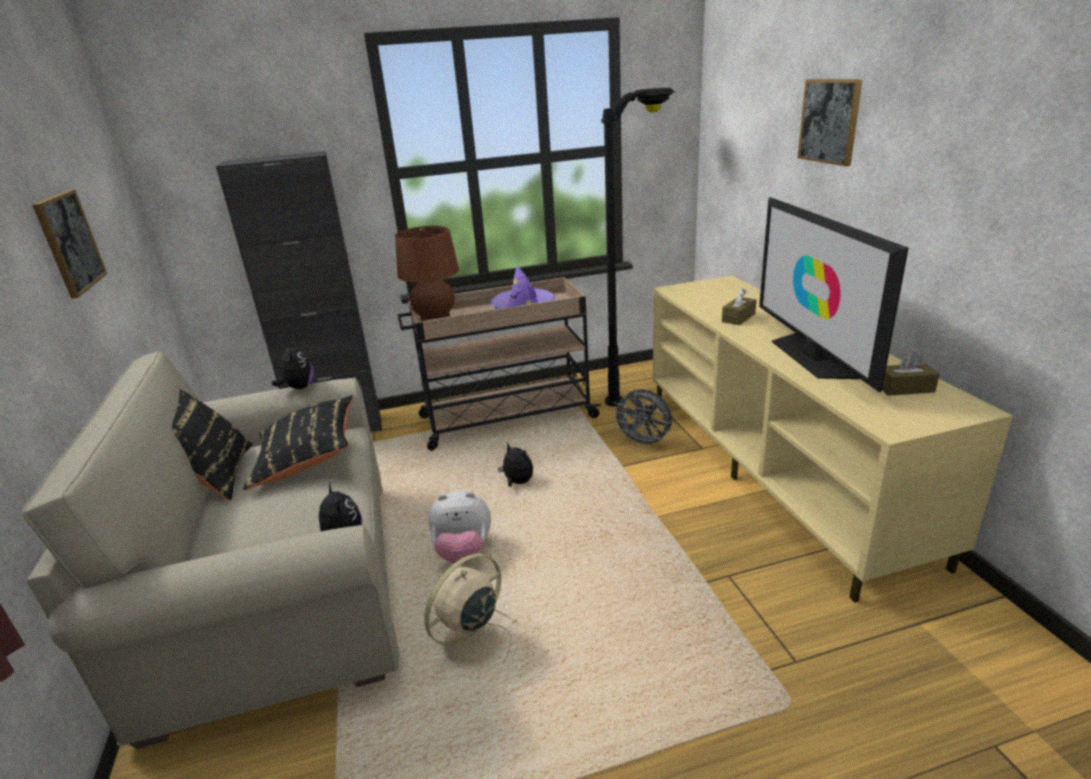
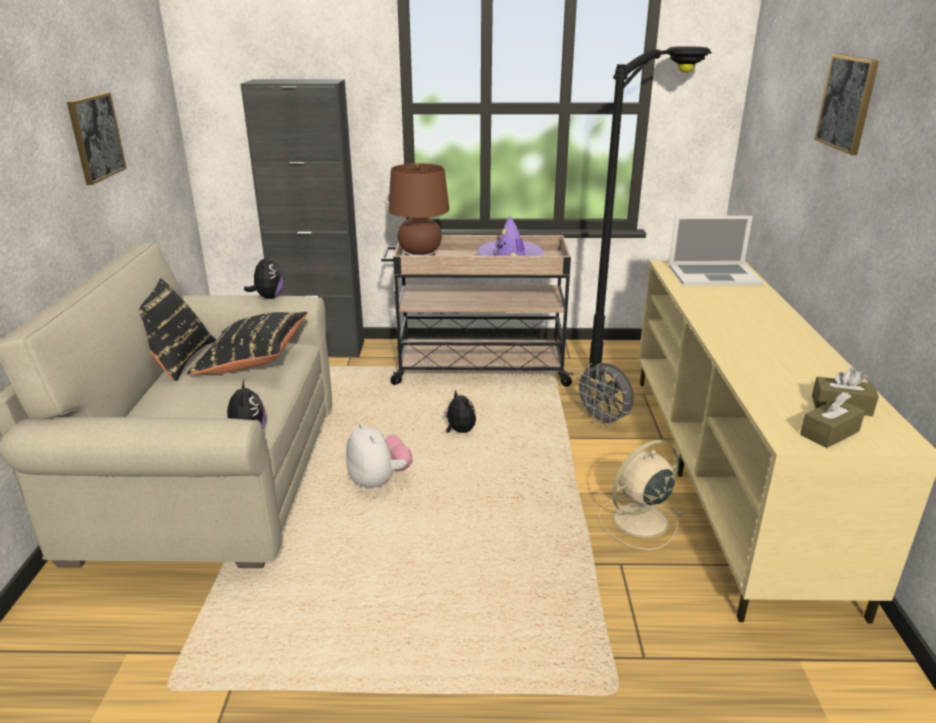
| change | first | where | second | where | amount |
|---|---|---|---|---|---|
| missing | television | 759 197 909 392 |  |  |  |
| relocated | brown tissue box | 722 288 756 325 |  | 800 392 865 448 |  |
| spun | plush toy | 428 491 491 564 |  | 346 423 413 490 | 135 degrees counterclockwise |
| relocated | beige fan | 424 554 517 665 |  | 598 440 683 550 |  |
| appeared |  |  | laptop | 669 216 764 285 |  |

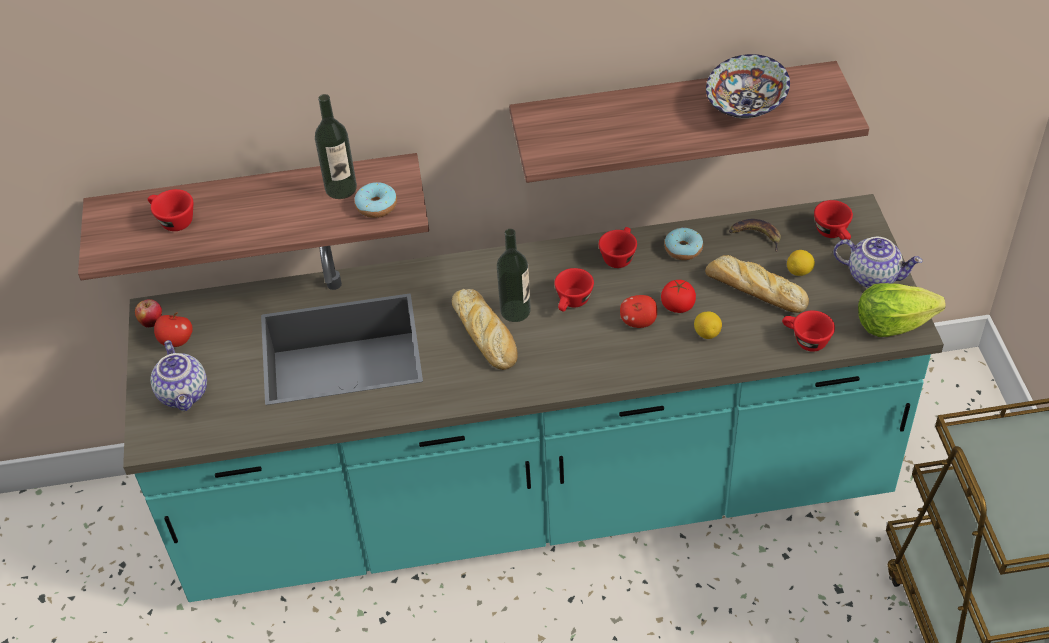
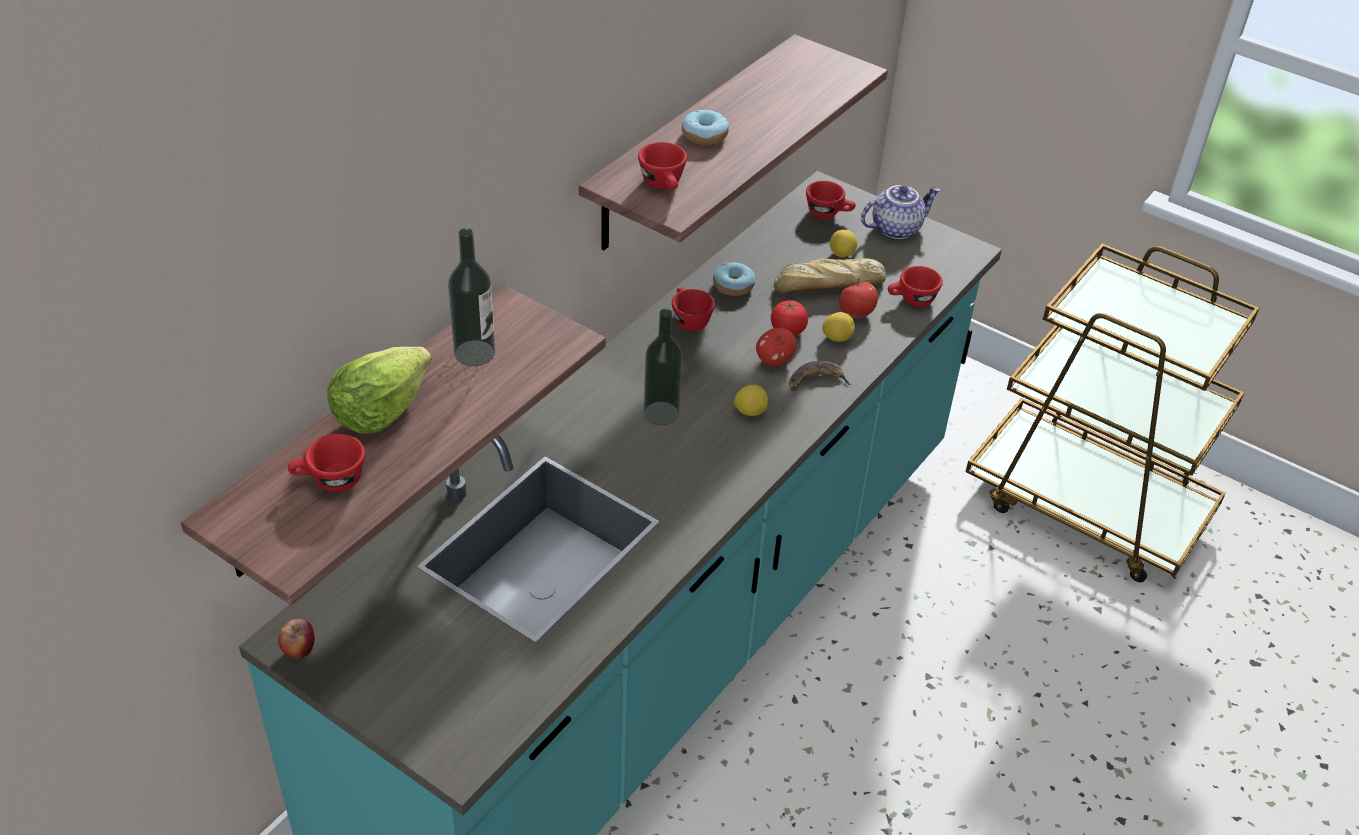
| change | first | where | second | where | amount |
|---|---|---|---|---|---|
| missing | bowl | 706 54 790 119 |  |  |  |
| relocated | donut | 355 182 397 218 |  | 682 110 729 145 |  |
| relocated | banana | 729 219 781 252 |  | 789 361 852 391 |  |
| relocated | red cup | 554 268 594 312 |  | 638 142 687 190 |  |
| relocated | lettuce | 858 283 946 337 |  | 327 347 432 434 |  |
| missing | bread | 452 289 518 370 |  |  |  |
| relocated | apple | 154 312 193 347 |  | 839 278 878 318 |  |
| missing | teapot | 150 340 207 411 |  |  |  |
| appeared |  |  | lemon | 734 385 768 416 |  |

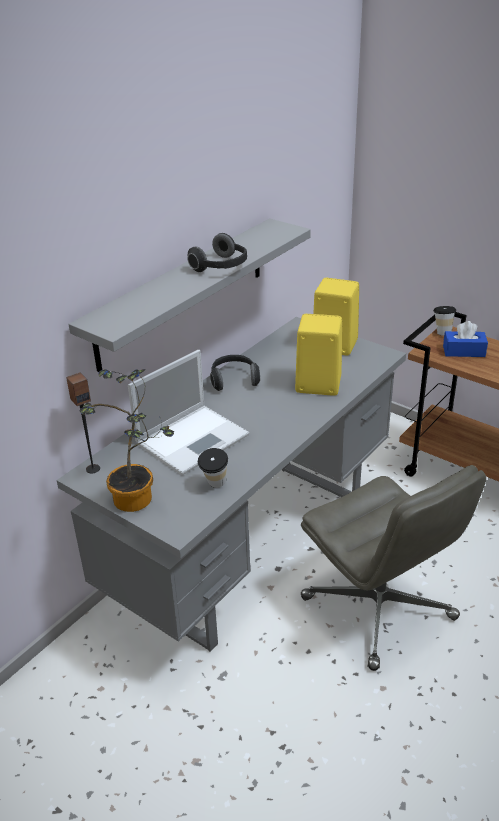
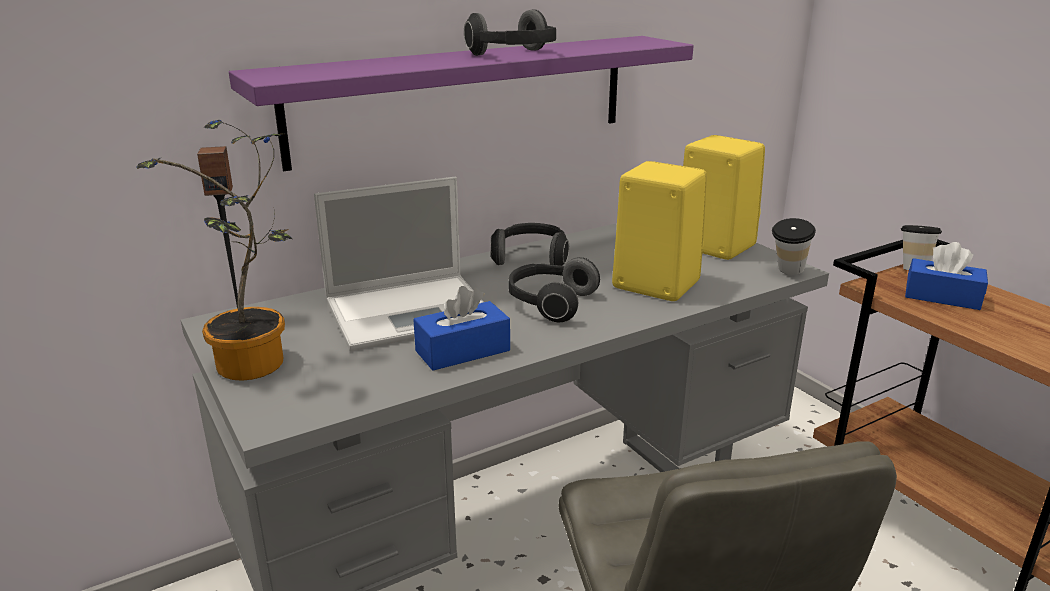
| change | first | where | second | where | amount |
|---|---|---|---|---|---|
| colour | grey shelf | 69 218 311 372 | purple shelf | 229 36 694 171 |  |
| relocated | cup | 198 448 228 488 |  | 772 218 816 275 |  |
| appeared |  |  | headphones | 508 257 600 322 |  |
| appeared |  |  | blue tissue box | 413 286 510 371 |  |

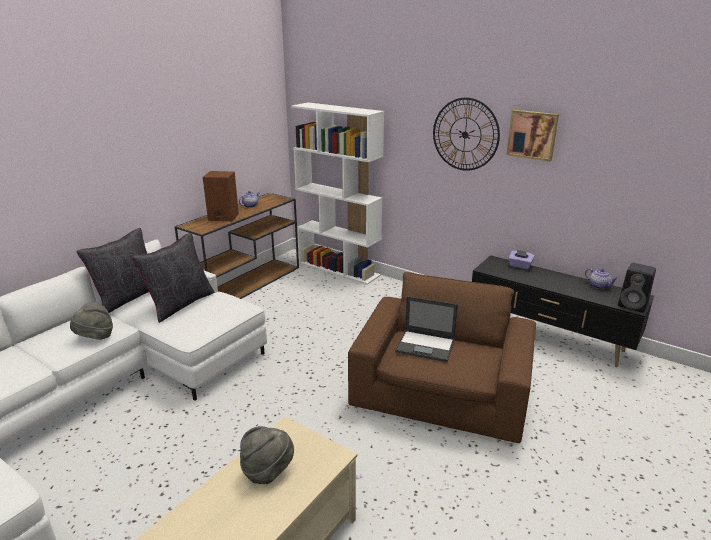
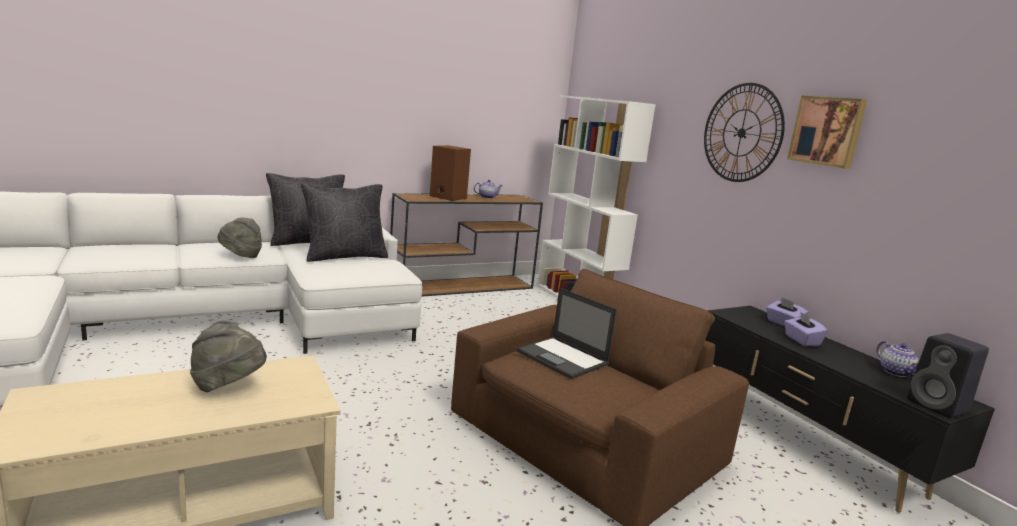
| change | first | where | second | where | amount |
|---|---|---|---|---|---|
| appeared |  |  | purple tissue box | 785 312 828 346 |  |

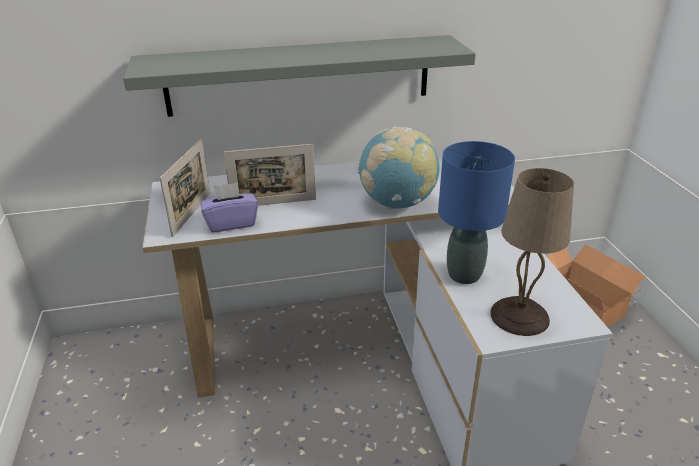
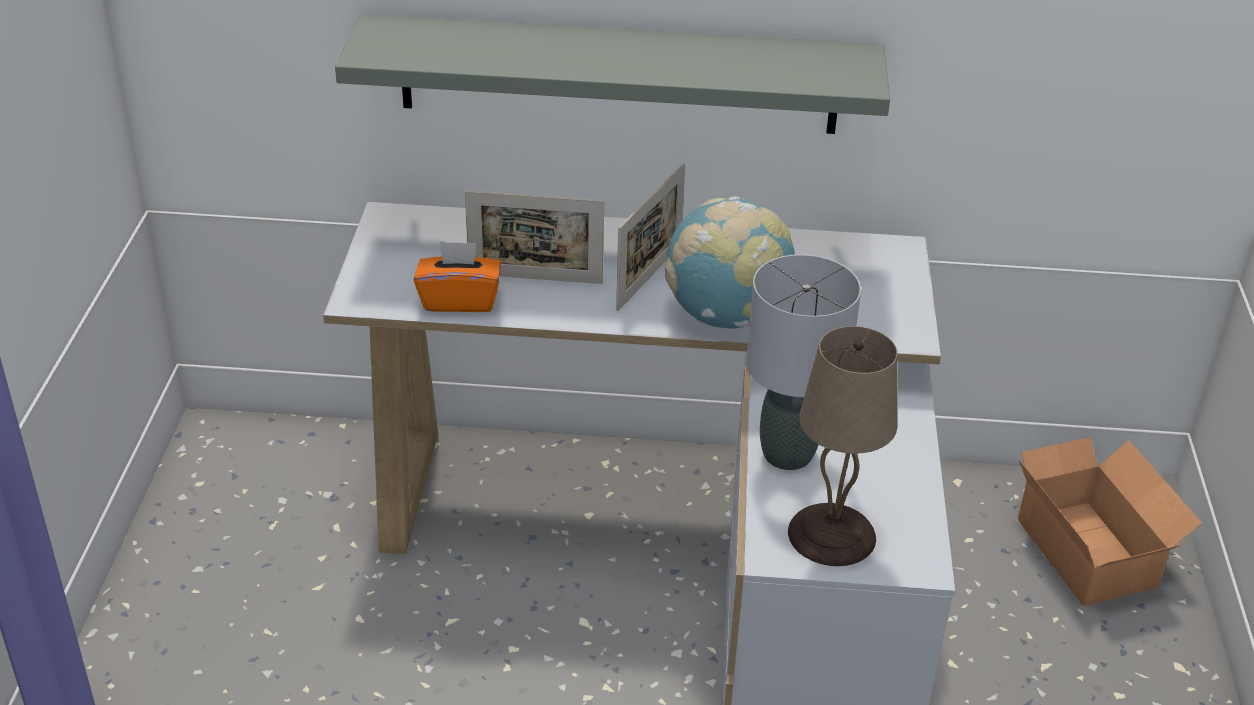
| change | first | where | second | where | amount |
|---|---|---|---|---|---|
| relocated | picture frame | 160 139 210 237 |  | 616 163 685 311 |  |
| colour | blue table lamp | 438 141 515 284 | grey table lamp | 746 254 861 470 |  |
| colour | purple tissue box | 200 183 258 233 | orange tissue box | 414 241 501 312 |  |

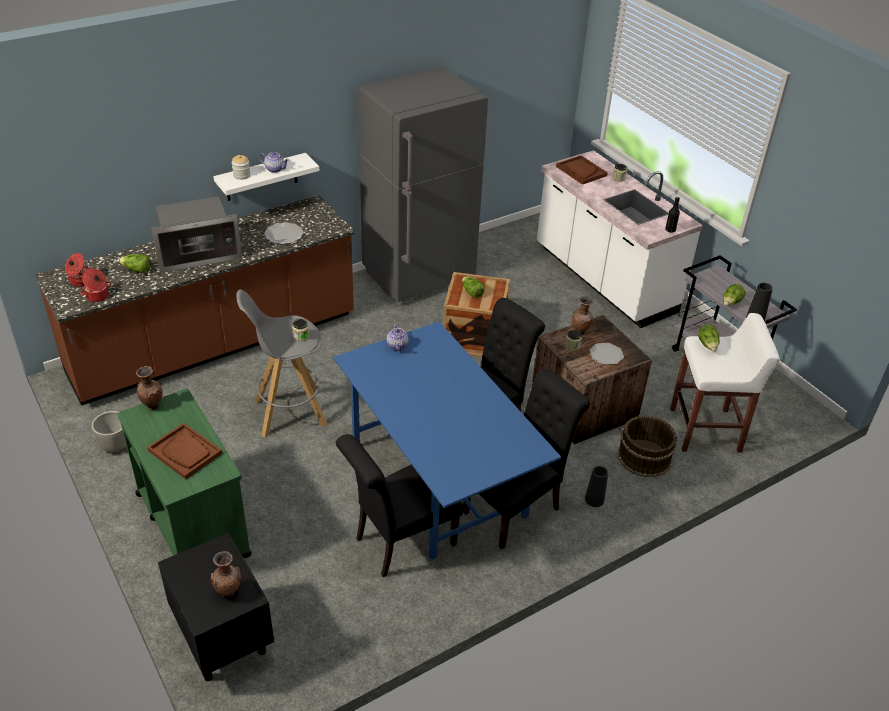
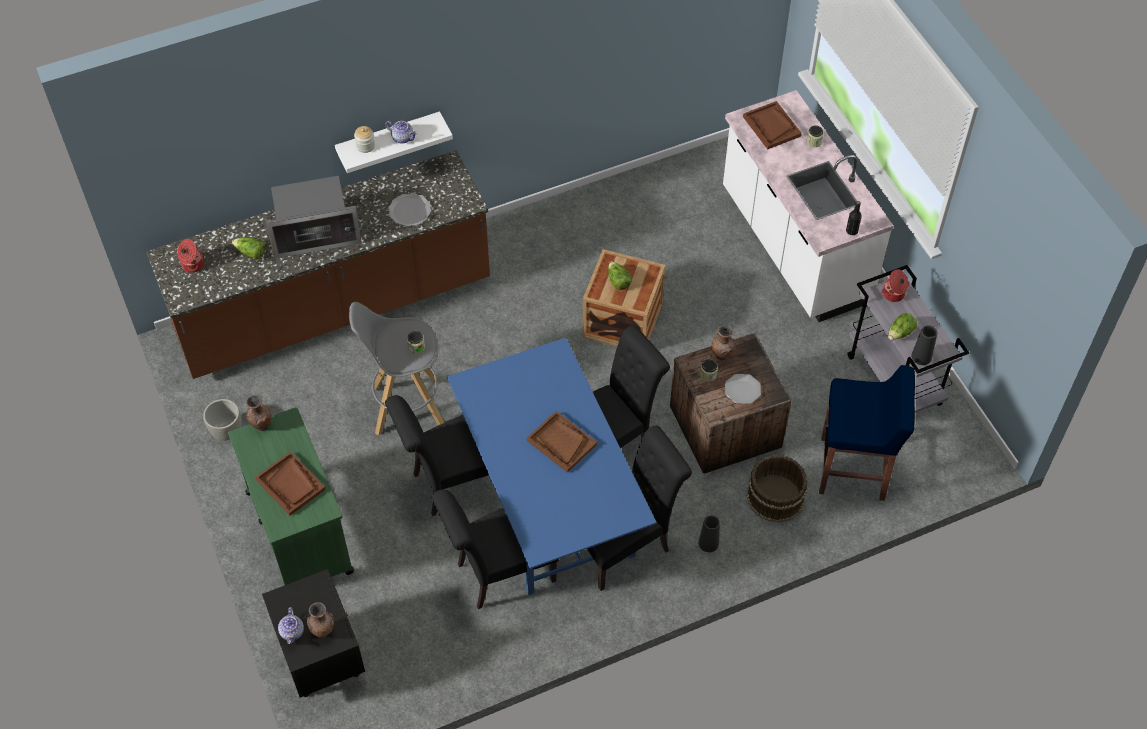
| change | first | where | second | where | amount |
|---|---|---|---|---|---|
| missing | grey fridge | 358 67 488 302 |  |  |  |
| relocated | cooking pot | 80 268 112 302 |  | 881 269 910 302 |  |
| colour | white stool | 670 313 780 452 | blue stool | 819 365 915 501 |  |
| relocated | teapot | 387 323 409 351 |  | 278 607 304 644 |  |
| missing | lettuce | 698 324 720 352 |  |  |  |
| appeared |  |  | black chair | 385 395 489 516 |  |
| appeared |  |  | brown tray | 527 411 597 473 |  |

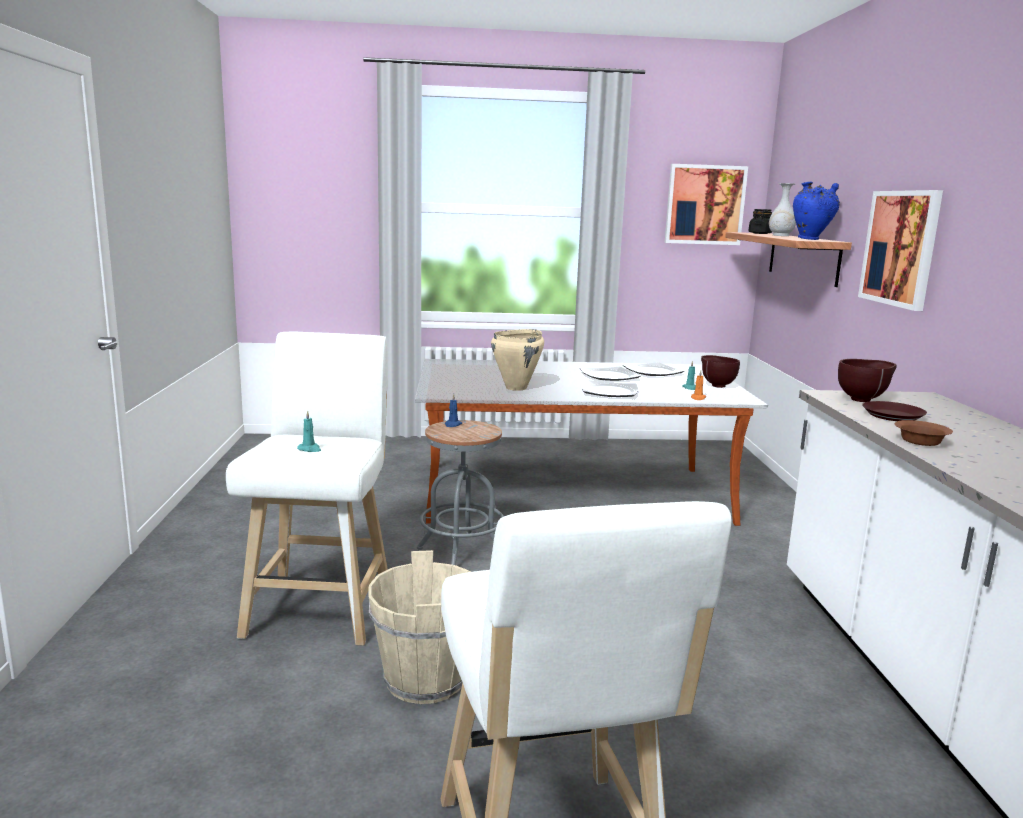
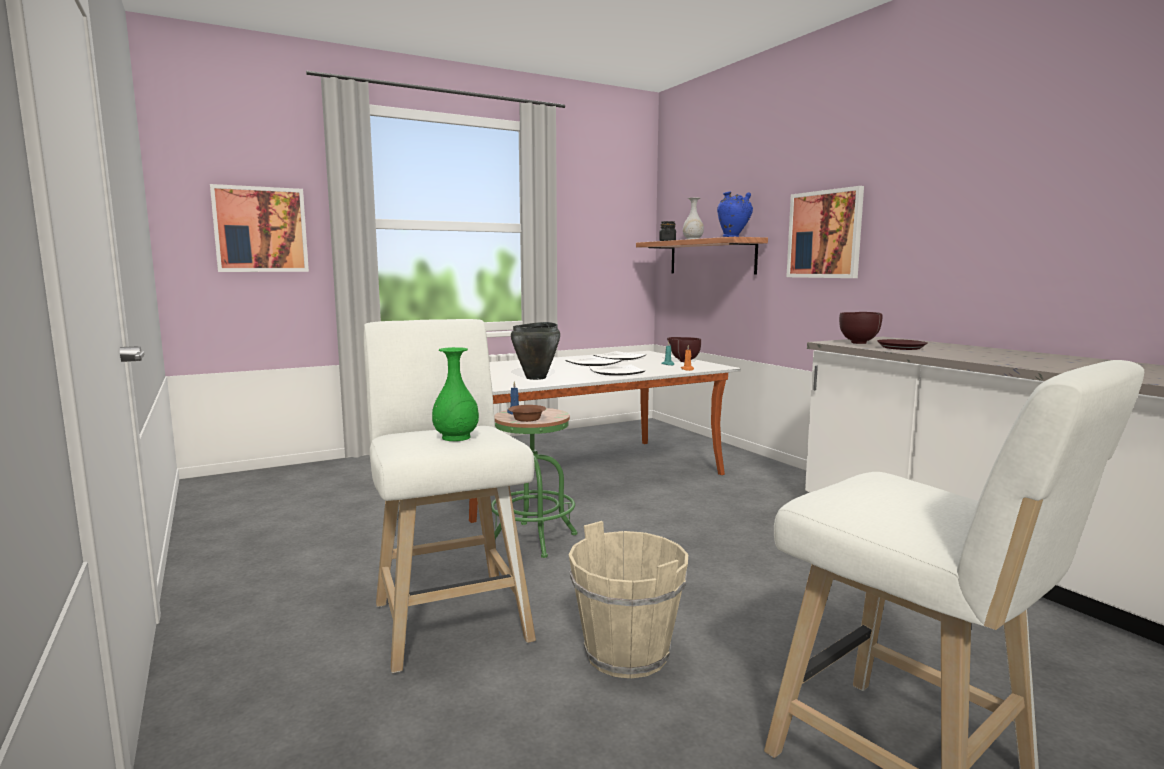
| change | first | where | second | where | amount |
|---|---|---|---|---|---|
| relocated | picture | 665 164 748 245 |  | 210 184 309 272 |  |
| colour | beige cooking pot | 491 329 544 391 | black cooking pot | 511 322 560 380 |  |
| exchanged | turquoise candle | 297 411 321 452 | green vase | 432 347 479 441 |  |
| colour | grey stool | 417 420 504 565 | green stool | 491 408 577 558 |  |
| relocated | brown bowl | 895 420 953 446 |  | 508 405 546 422 |  |

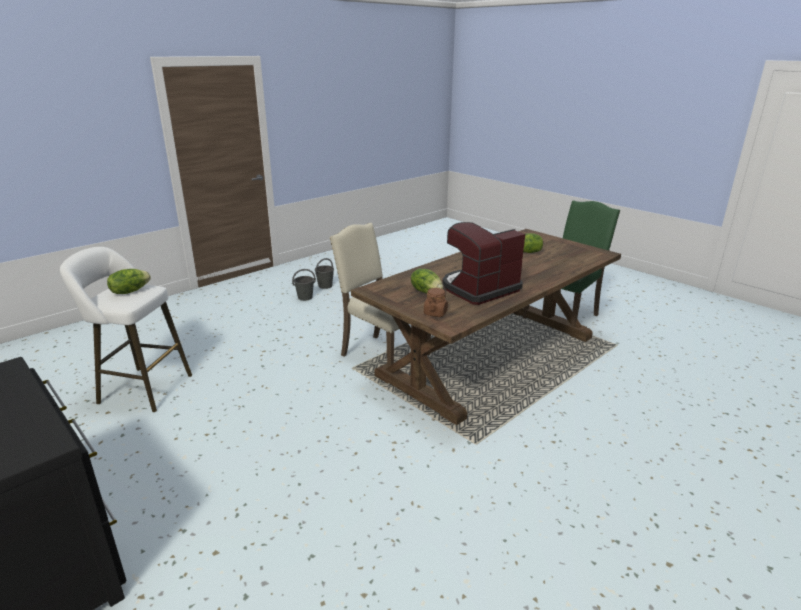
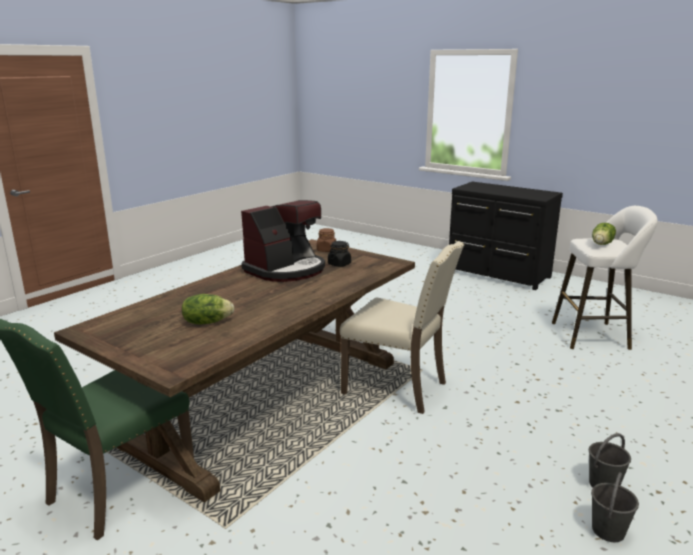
| change | first | where | second | where | amount |
|---|---|---|---|---|---|
| exchanged | lettuce | 411 268 443 294 | black jar | 328 241 351 267 |  |

